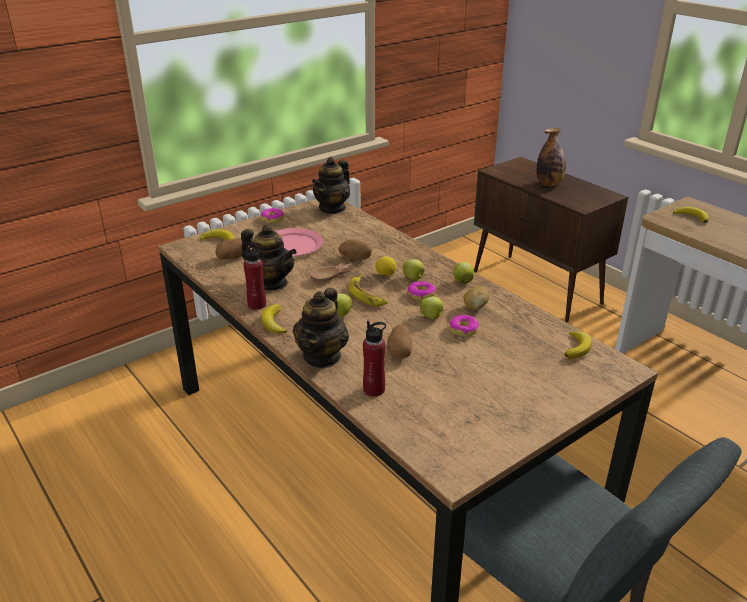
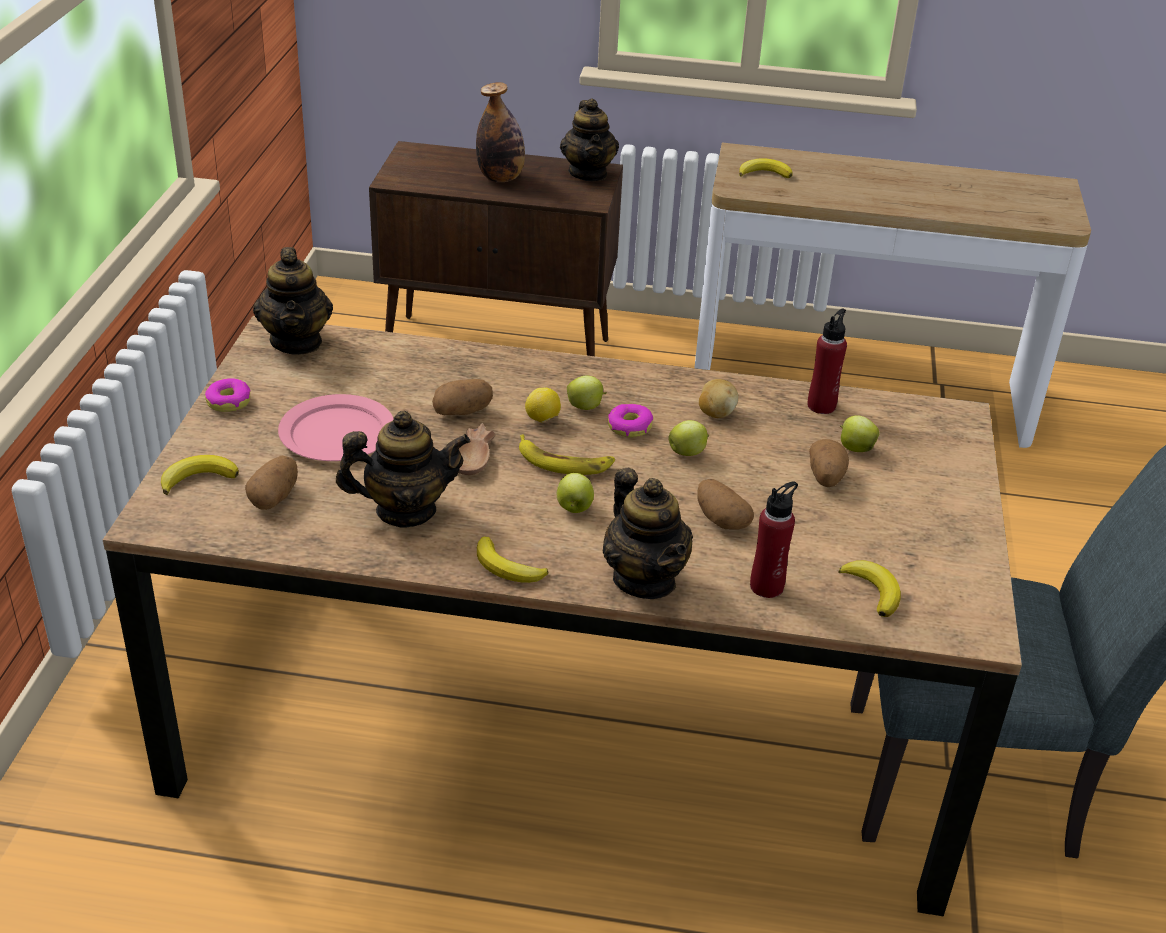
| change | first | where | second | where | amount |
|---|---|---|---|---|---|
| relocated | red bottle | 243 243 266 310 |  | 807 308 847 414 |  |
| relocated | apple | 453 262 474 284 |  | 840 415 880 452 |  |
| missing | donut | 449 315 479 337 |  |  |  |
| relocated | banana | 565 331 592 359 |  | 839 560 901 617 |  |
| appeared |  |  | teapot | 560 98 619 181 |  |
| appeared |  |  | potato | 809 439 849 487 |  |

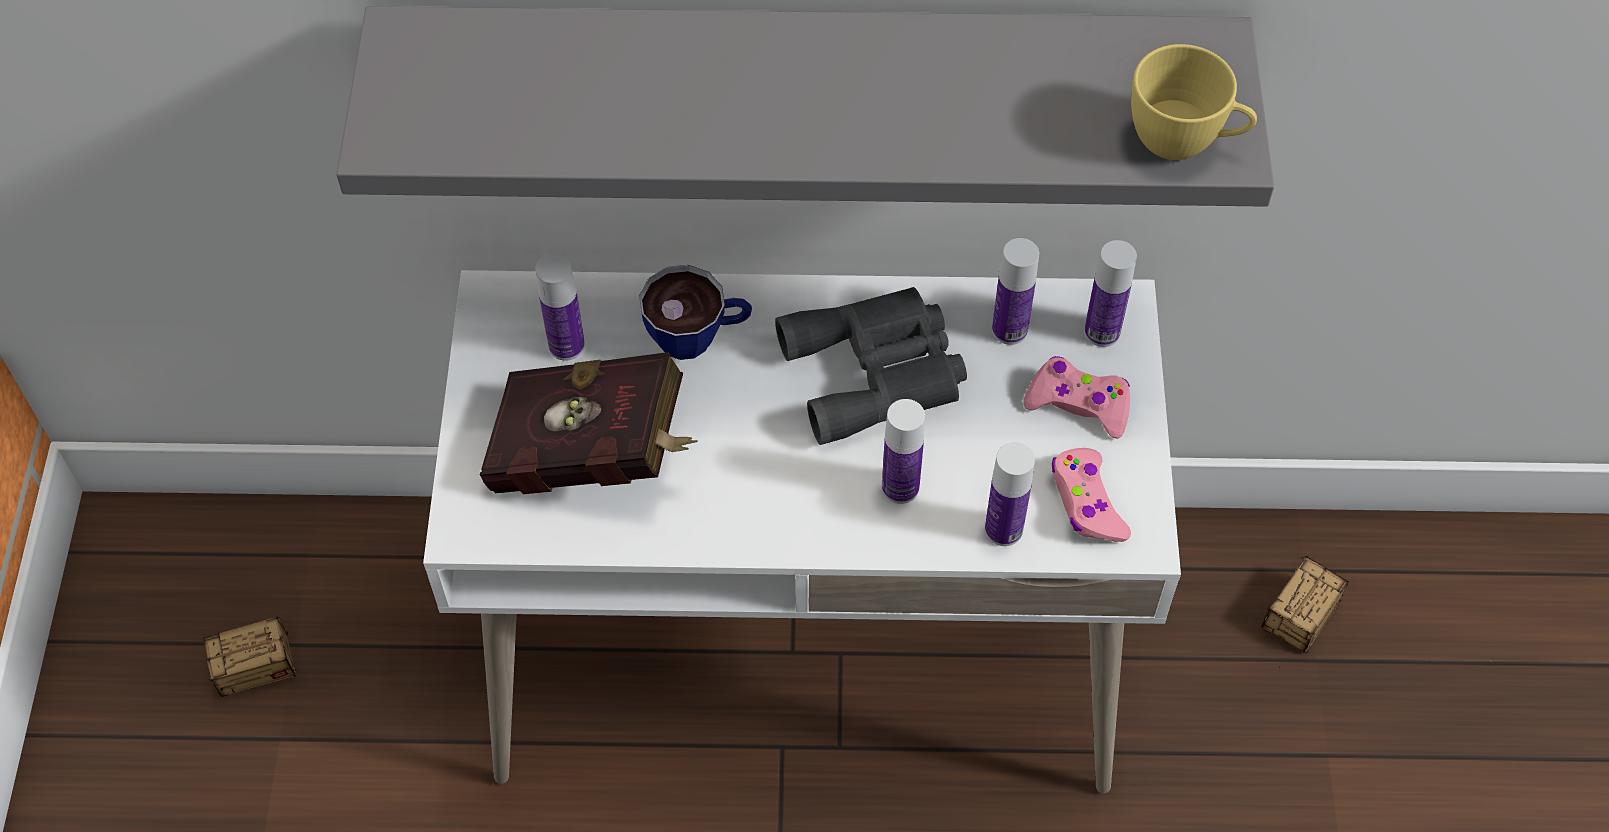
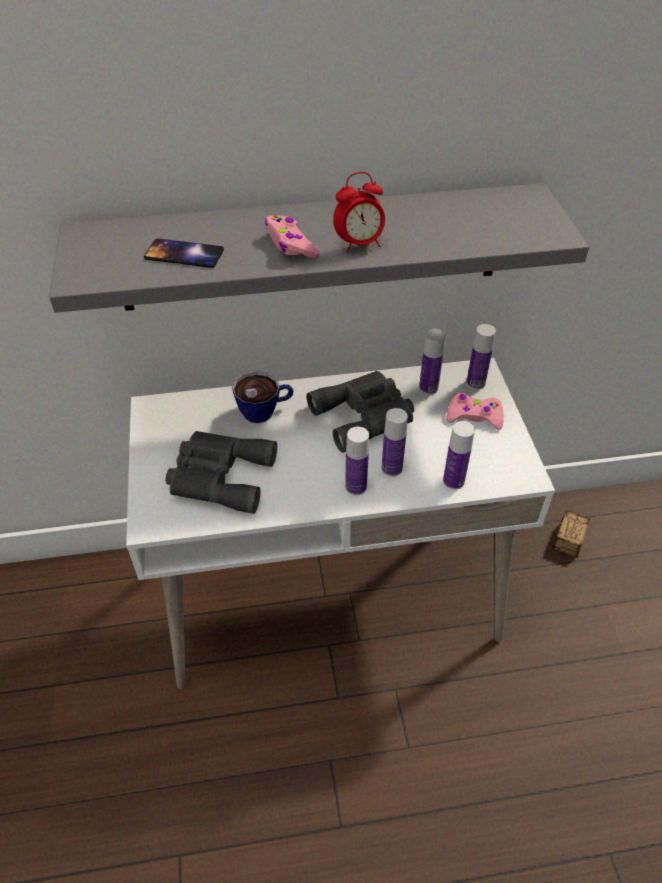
| change | first | where | second | where | amount |
|---|---|---|---|---|---|
| missing | yellow cup | 1131 44 1257 160 |  |  |  |
| relocated | bottle | 535 254 585 361 |  | 345 426 369 495 |  |
| exchanged | red book | 480 352 698 494 | grey binoculars | 166 431 277 514 |  |
| relocated | pink game controller | 1052 448 1131 542 |  | 265 215 320 258 |  |
| missing | storage box | 203 544 363 697 |  |  |  |
| appeared |  |  | alarm clock | 333 172 385 253 |  |
| appeared |  |  | phone | 144 238 224 268 |  |

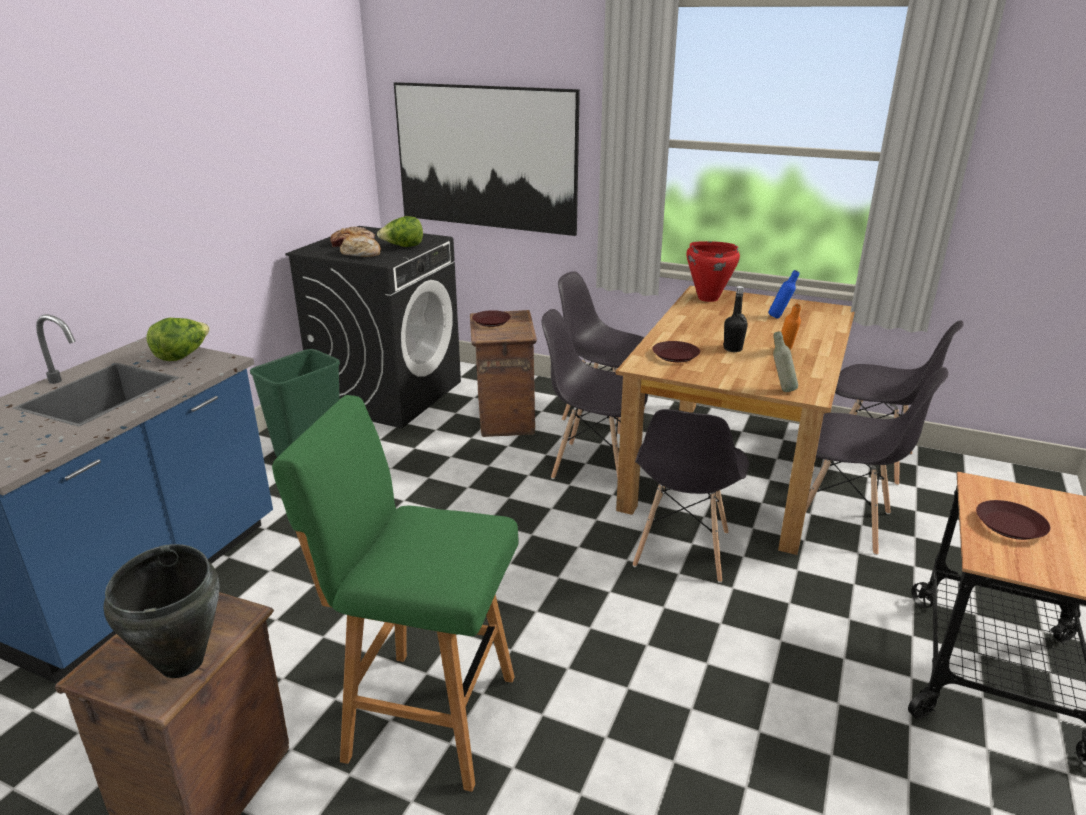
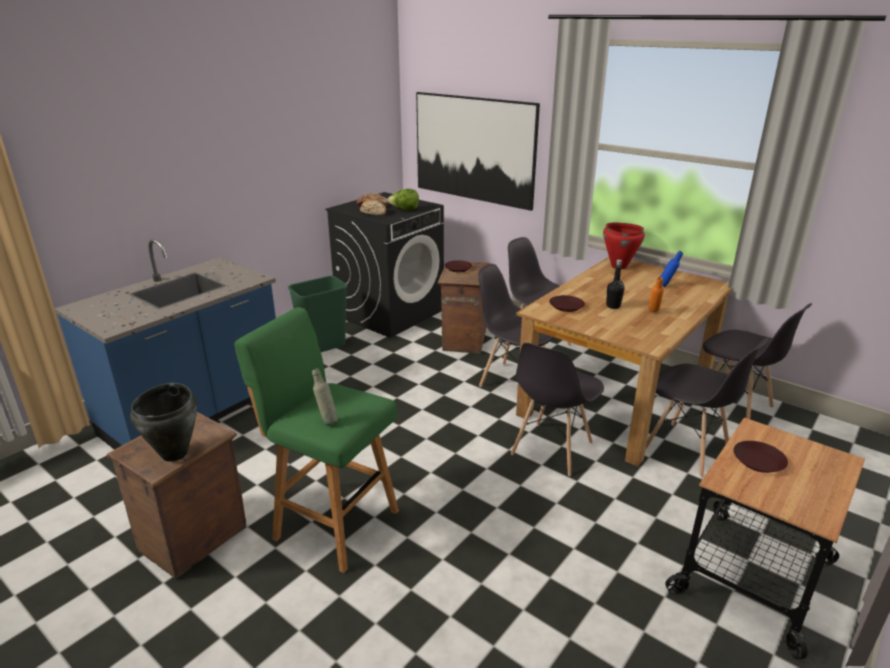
| change | first | where | second | where | amount |
|---|---|---|---|---|---|
| missing | lettuce | 146 318 210 361 |  |  |  |
| relocated | grey bottle | 773 331 798 392 |  | 312 368 338 425 |  |

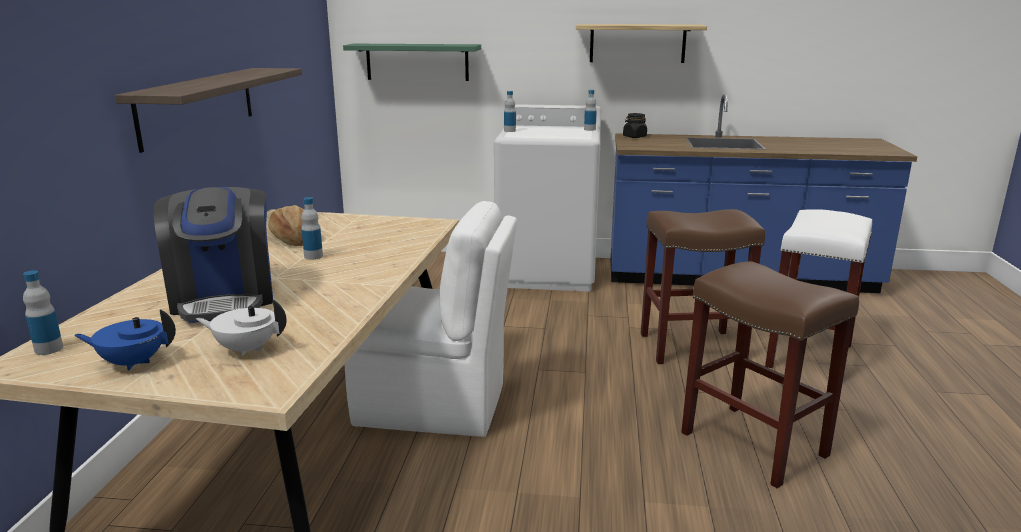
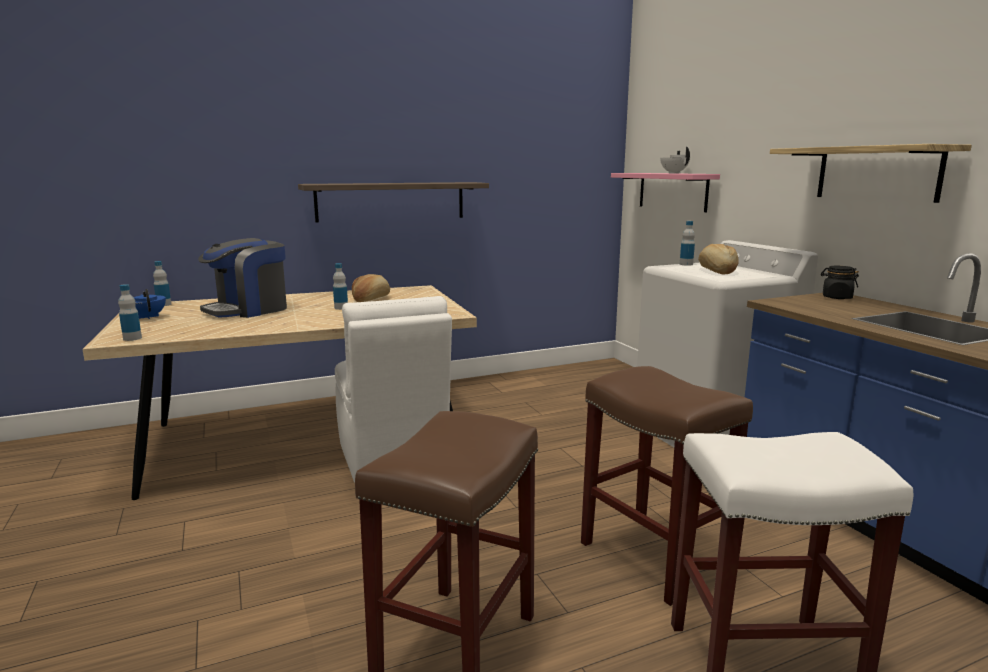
| change | first | where | second | where | amount |
|---|---|---|---|---|---|
| colour | green shelf | 343 44 481 81 | pink shelf | 611 173 720 212 |  |
| relocated | bottle | 584 90 597 131 |  | 118 284 142 341 |  |
| relocated | white teapot | 196 300 287 356 |  | 660 146 690 173 |  |
| appeared |  |  | bread | 698 244 739 275 |  |

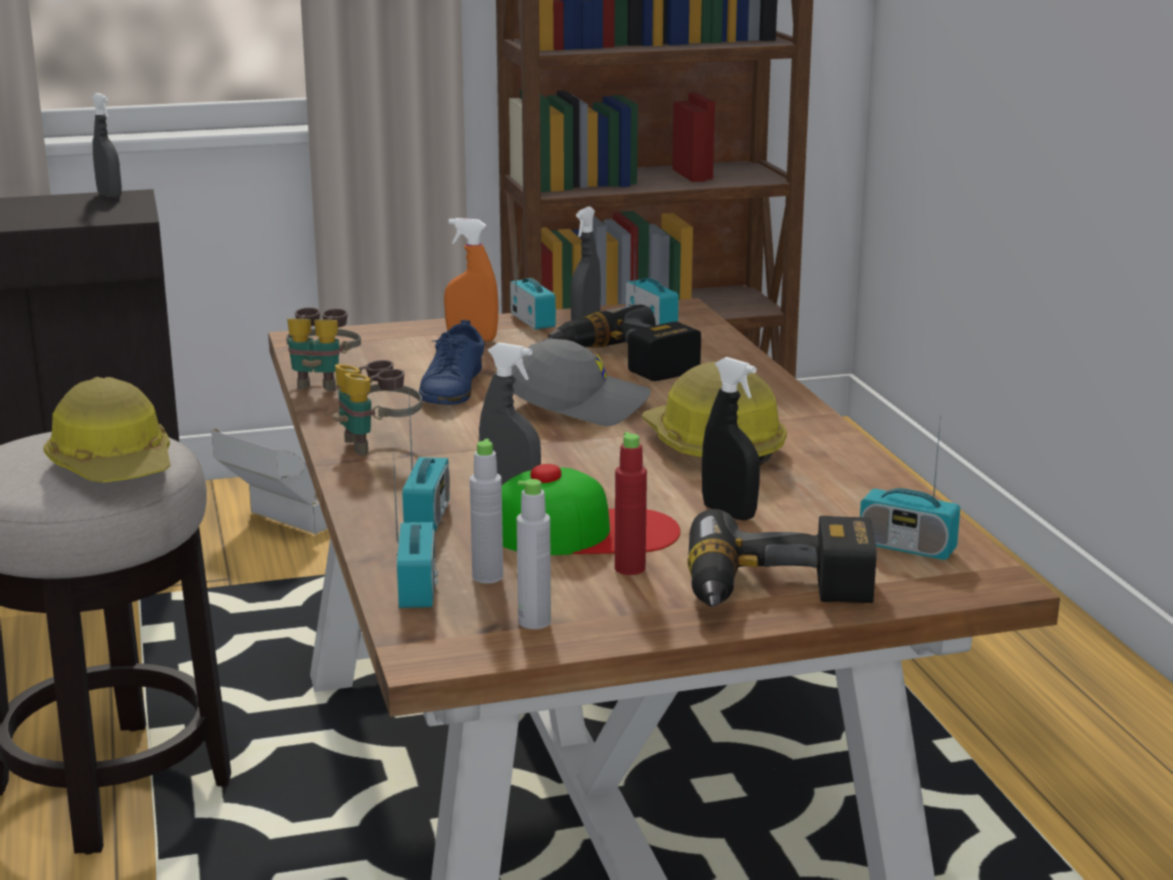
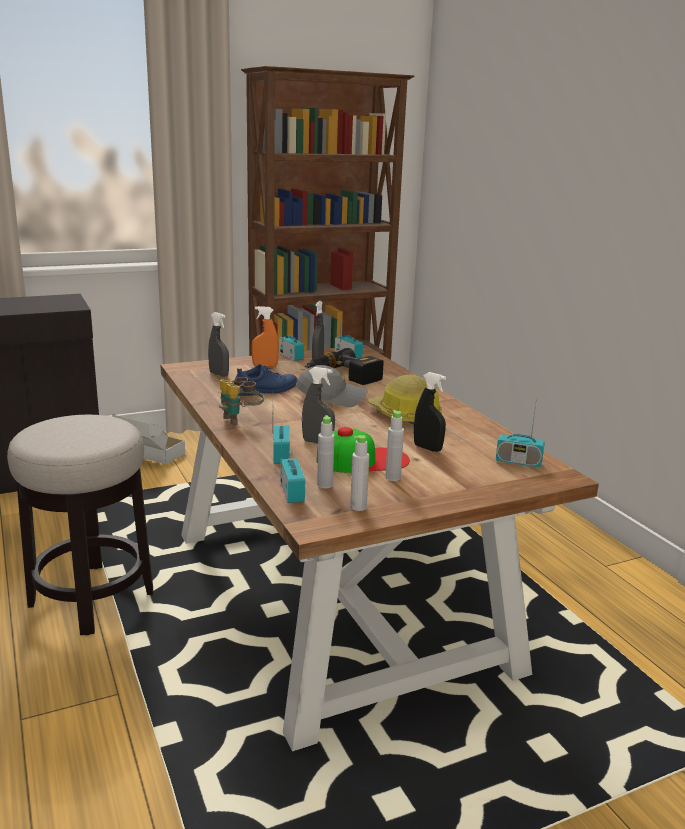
| change | first | where | second | where | amount |
|---|---|---|---|---|---|
| relocated | grey spray bottle | 92 93 122 198 |  | 208 312 229 377 |  |
| missing | binoculars | 286 307 361 391 |  |  |  |
| spun | blue shoe | 419 320 484 405 |  | 233 364 298 396 | 120 degrees counterclockwise |
| missing | hard hat | 43 377 171 483 |  |  |  |
| colour | red bottle | 615 432 647 575 | grey bottle | 385 410 404 481 |  |
| missing | power drill | 688 509 877 607 |  |  |  |

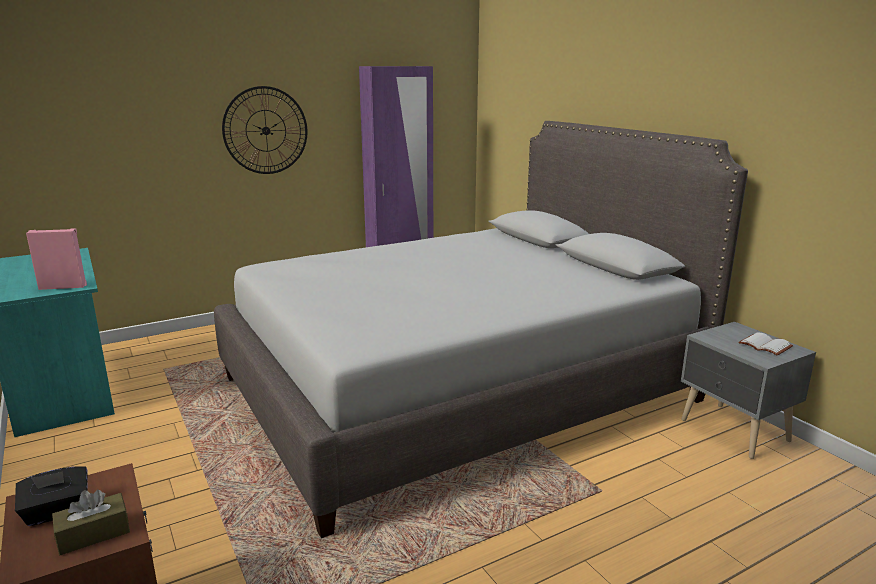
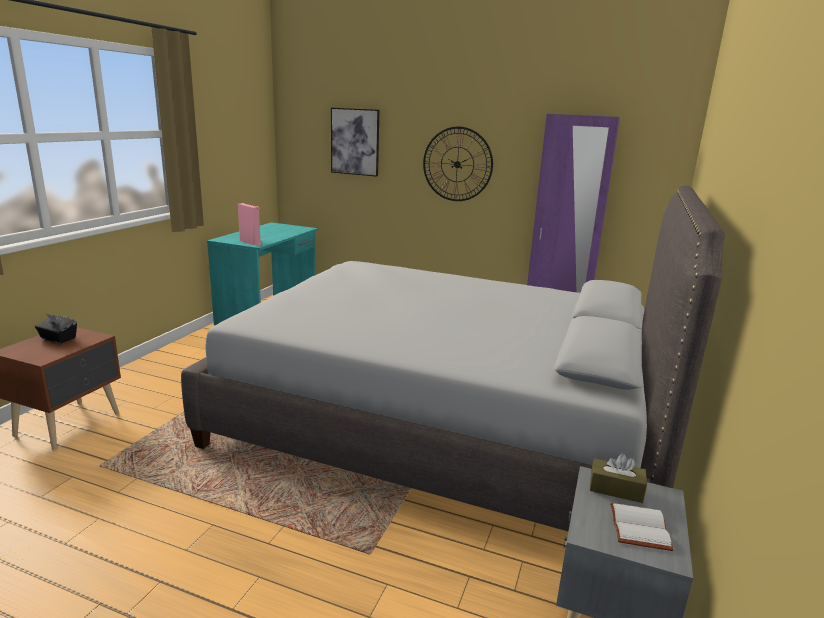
| change | first | where | second | where | amount |
|---|---|---|---|---|---|
| relocated | brown tissue box | 52 490 130 555 |  | 590 454 647 503 |  |
| appeared |  |  | picture | 331 108 380 177 |  |

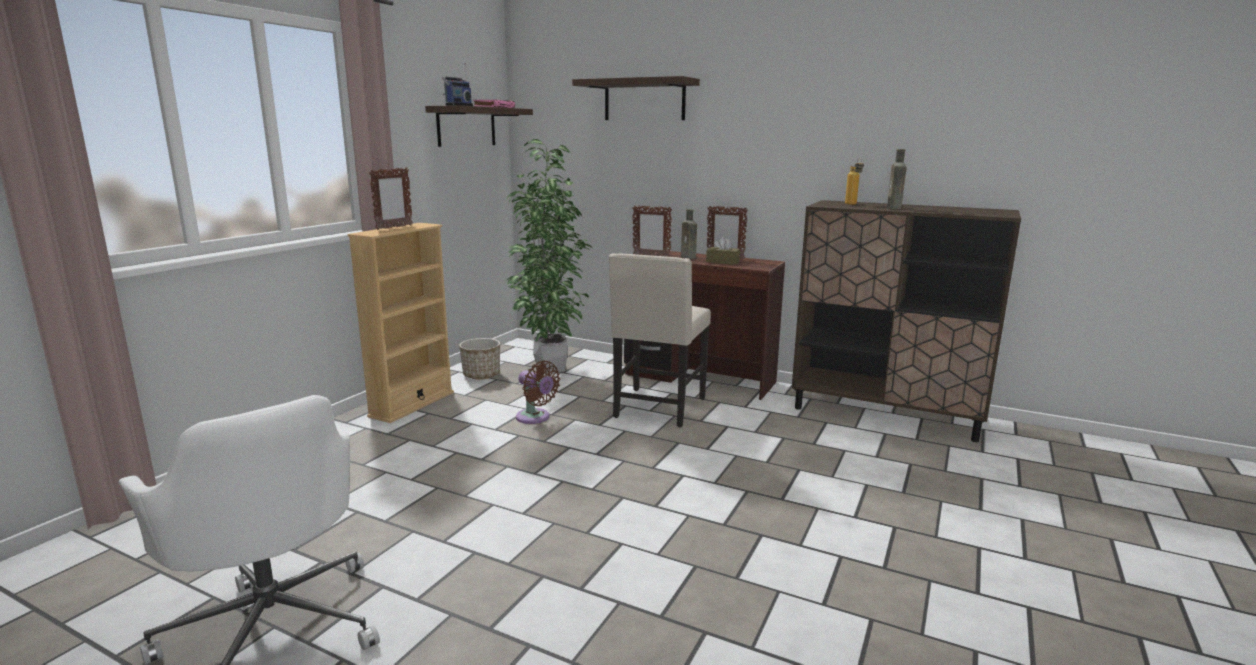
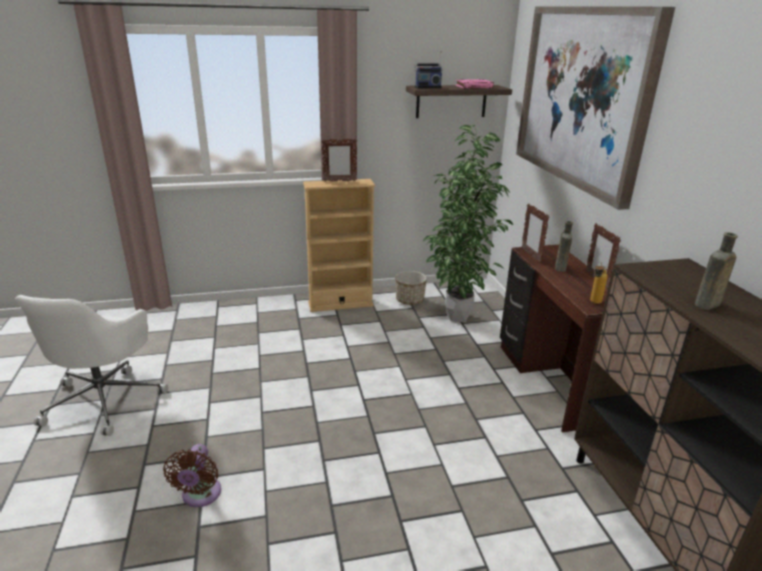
| change | first | where | second | where | amount |
|---|---|---|---|---|---|
| exchanged | shelf | 572 76 700 120 | picture | 516 7 675 210 |  |
| relocated | bottle | 845 158 864 205 |  | 590 263 608 304 |  |
| missing | brown tissue box | 706 236 740 265 |  |  |  |
| missing | beige chair | 609 253 711 427 |  |  |  |
| relocated | brown fan | 516 360 560 424 |  | 163 444 221 507 |  |

